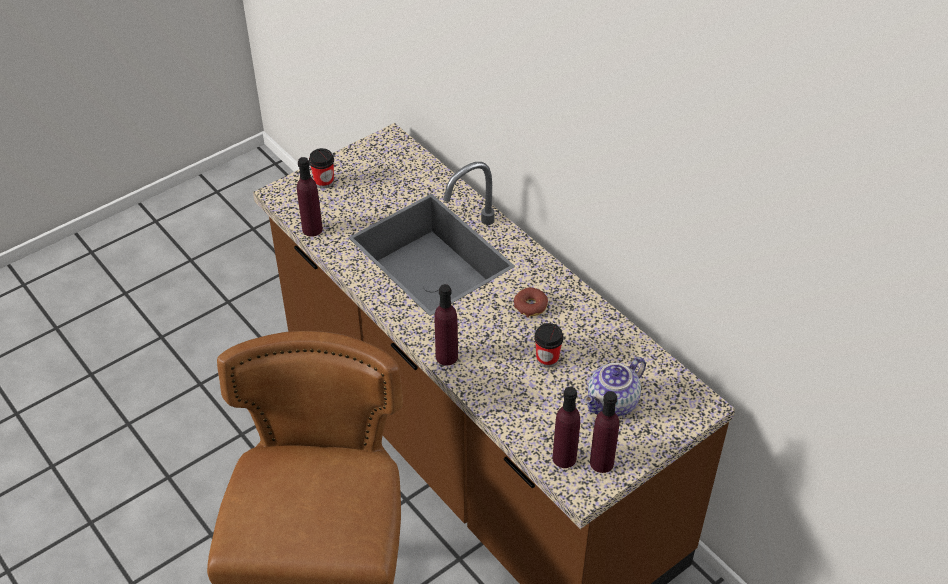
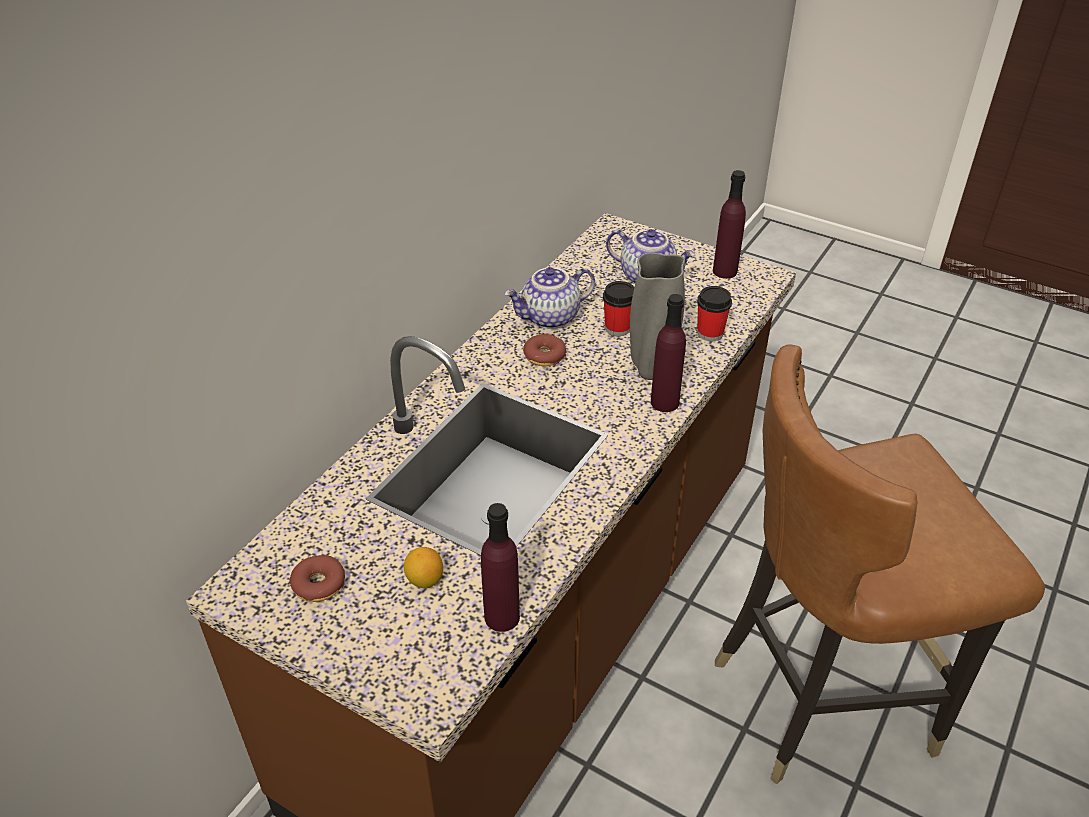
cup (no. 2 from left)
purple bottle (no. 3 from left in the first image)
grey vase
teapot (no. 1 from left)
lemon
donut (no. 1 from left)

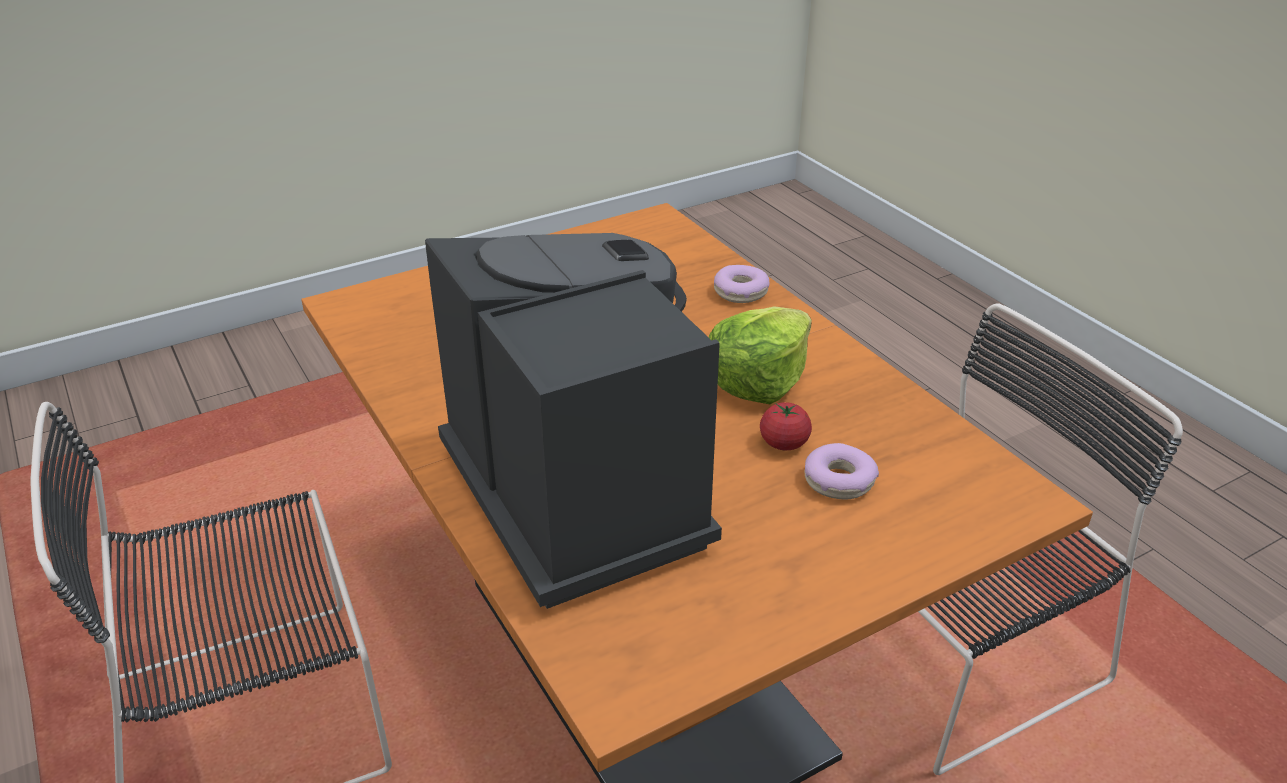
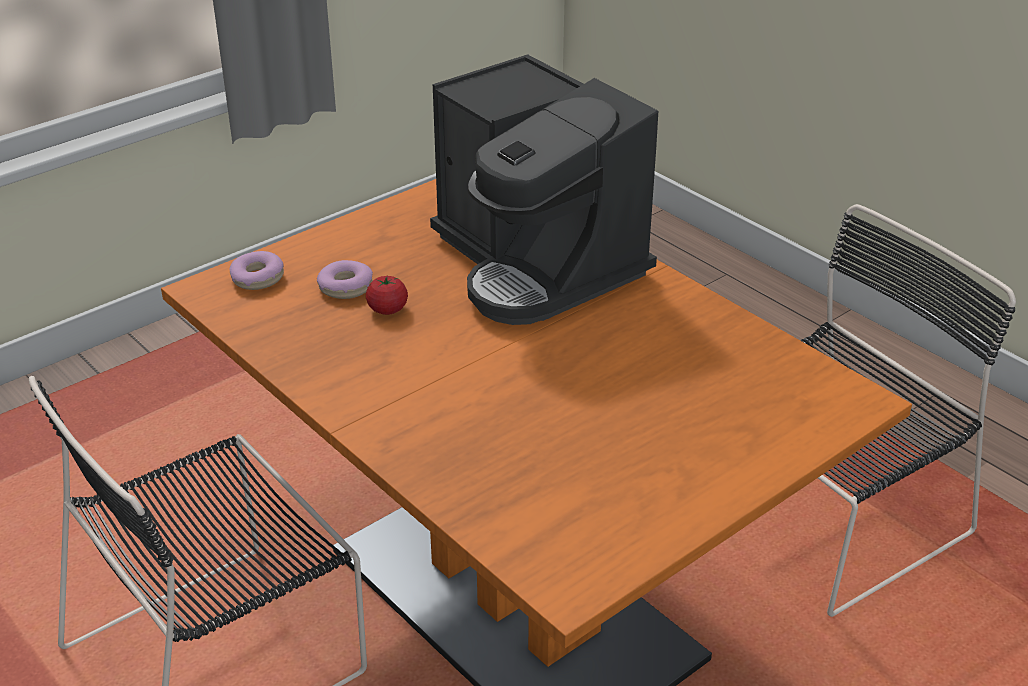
donut (no. 1 from left)
lettuce

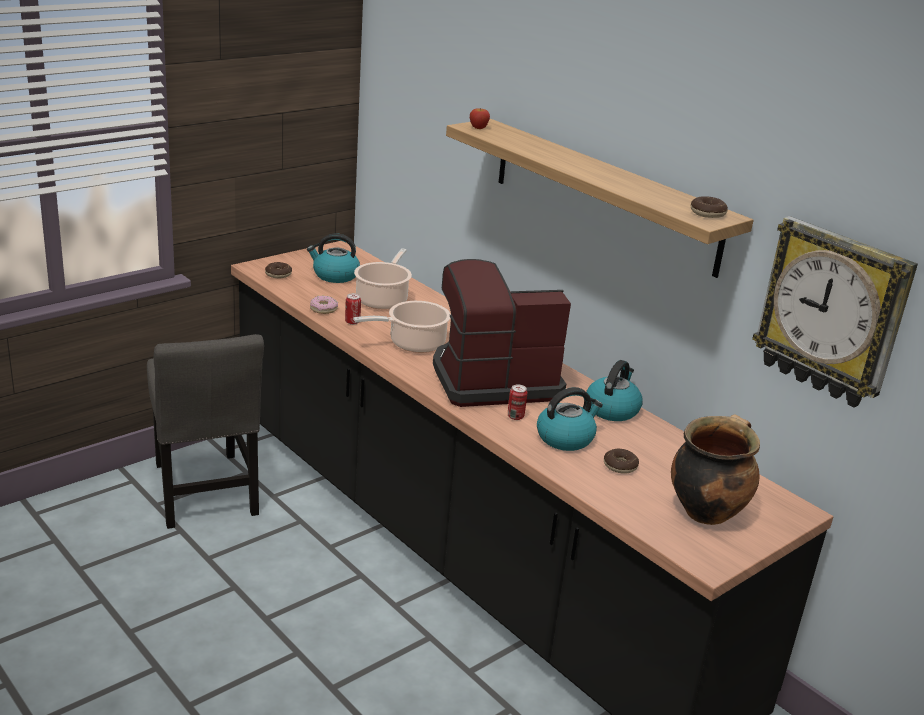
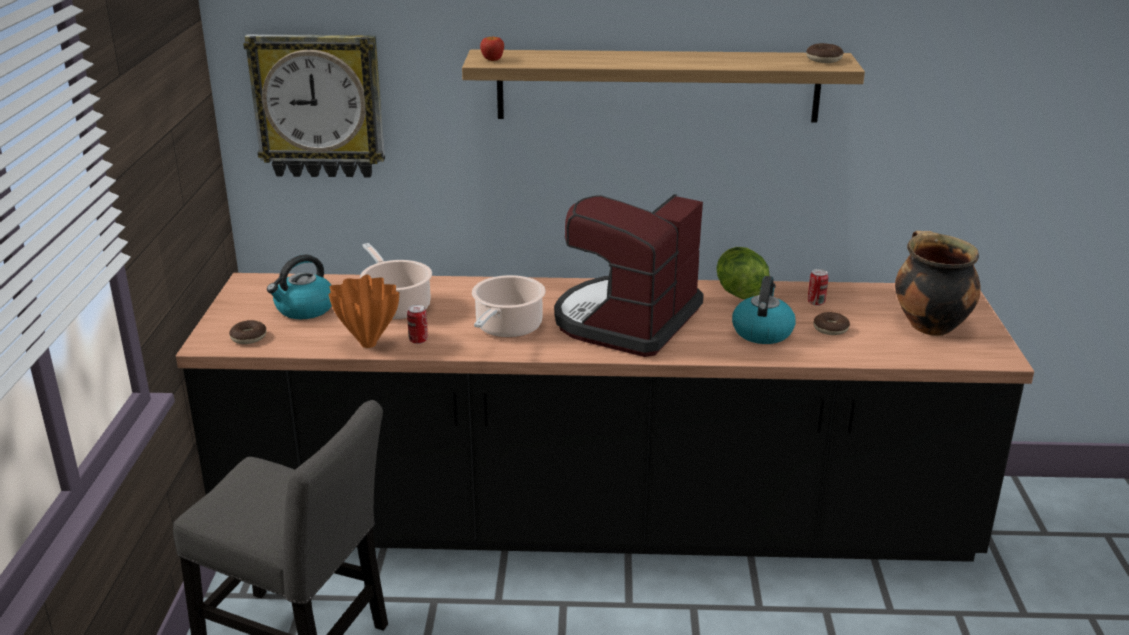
wall clock
orange vase
lettuce
can (no. 2 from left)

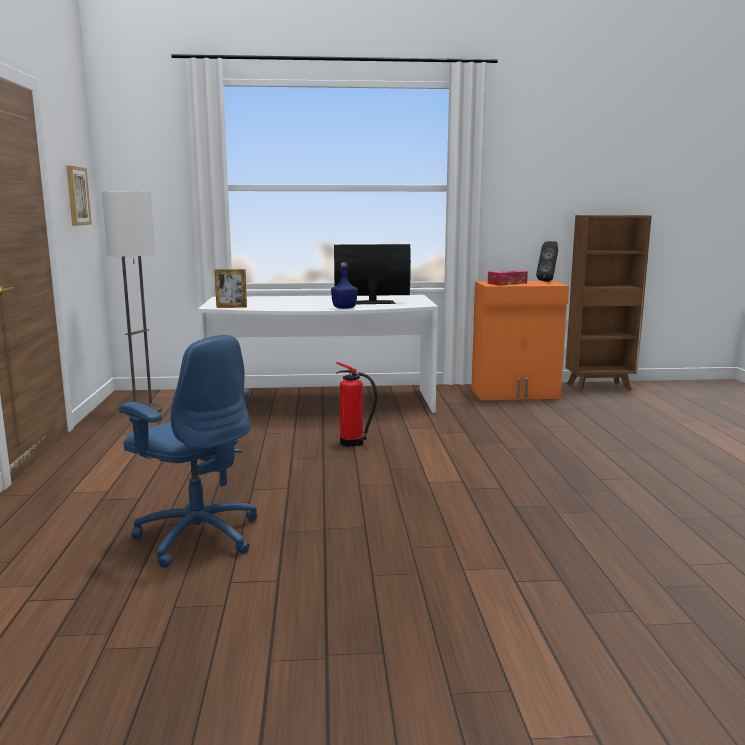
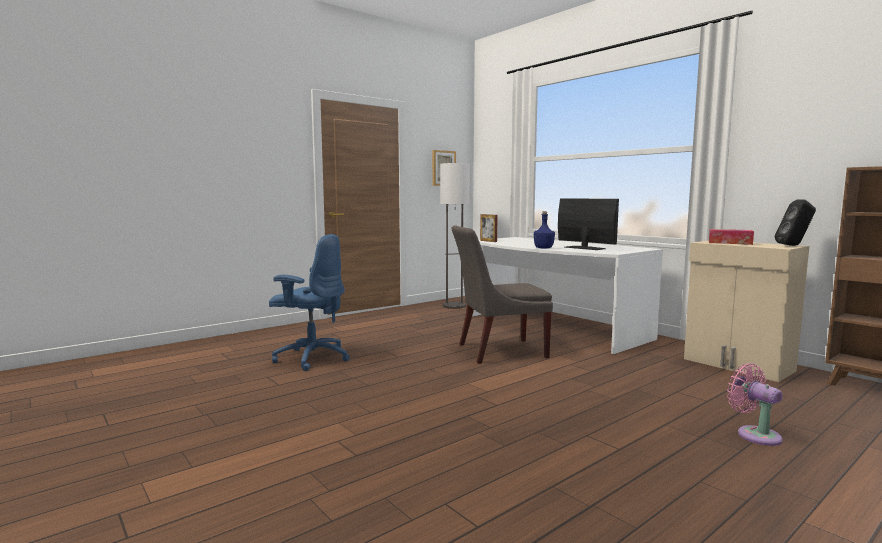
beige cabinet
blue office chair
grey chair
pink fan

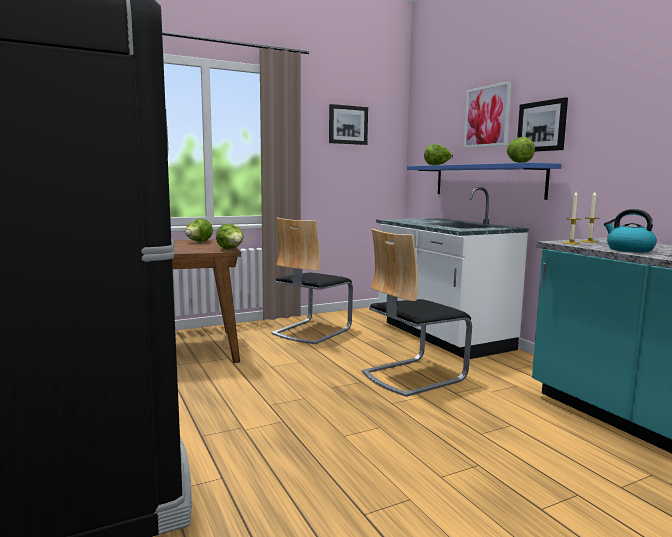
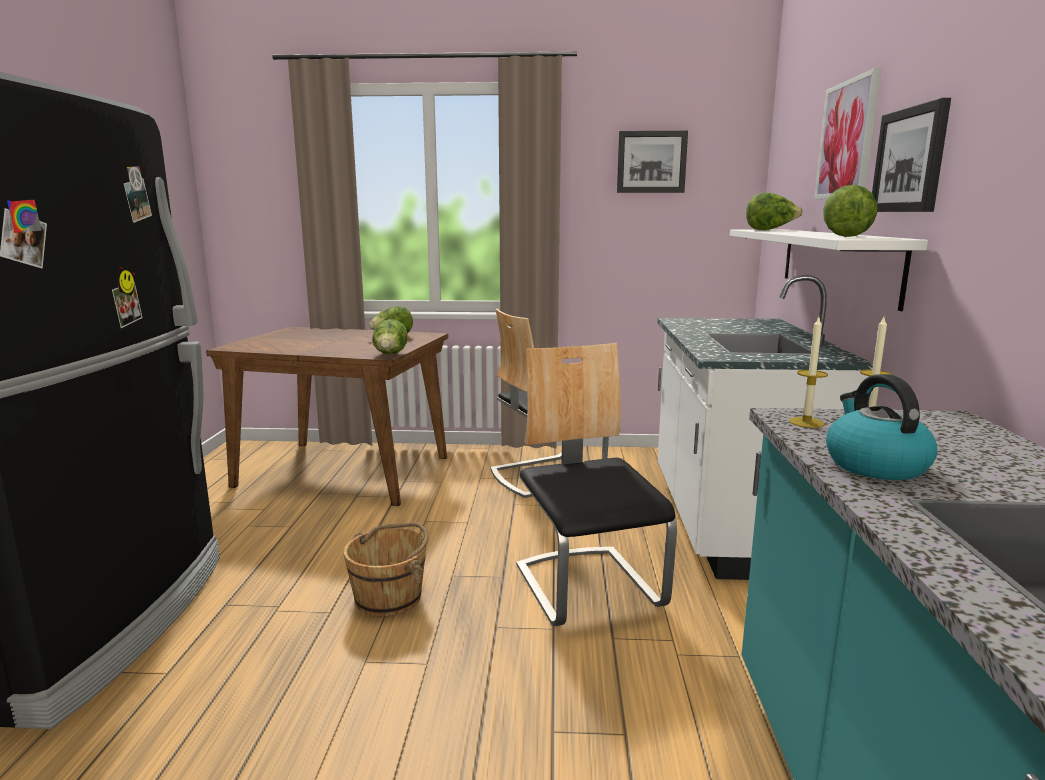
white shelf
chair (no. 2 from left)
brown bucket

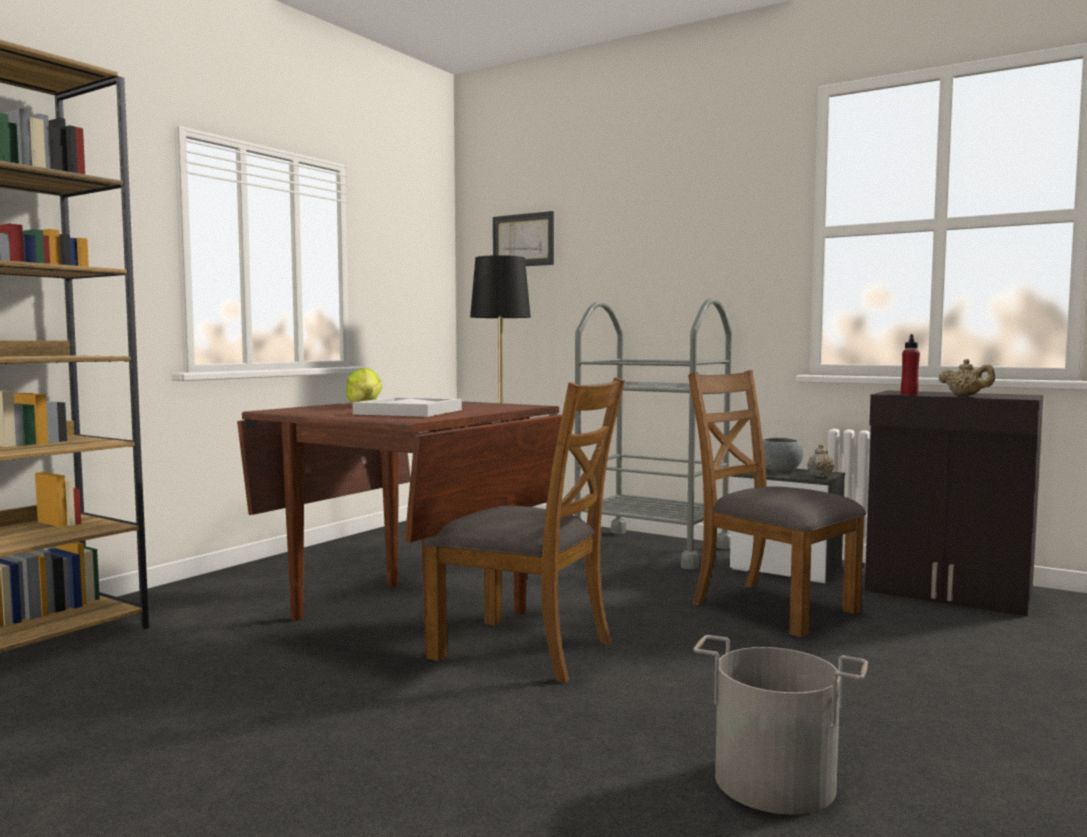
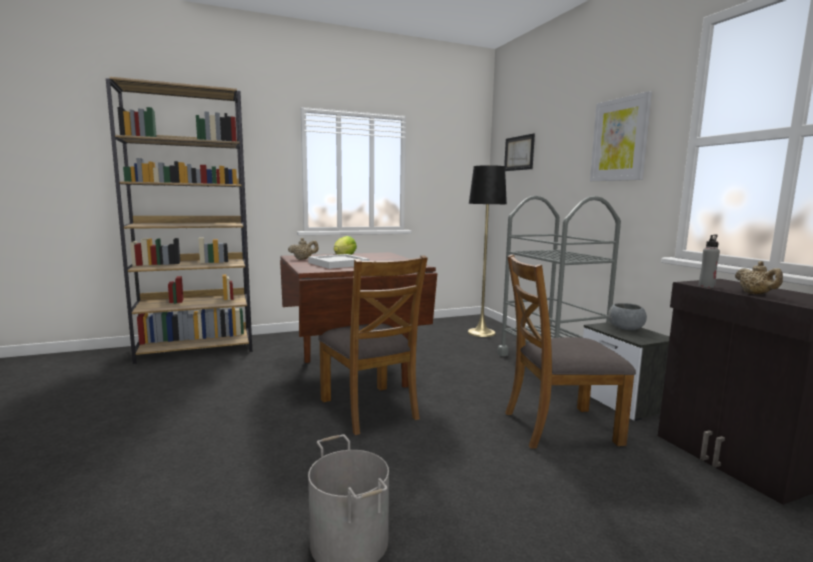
grey bottle
brown chair (no. 2 from left)
beige teapot (no. 1 from left)
picture (no. 2 from left)

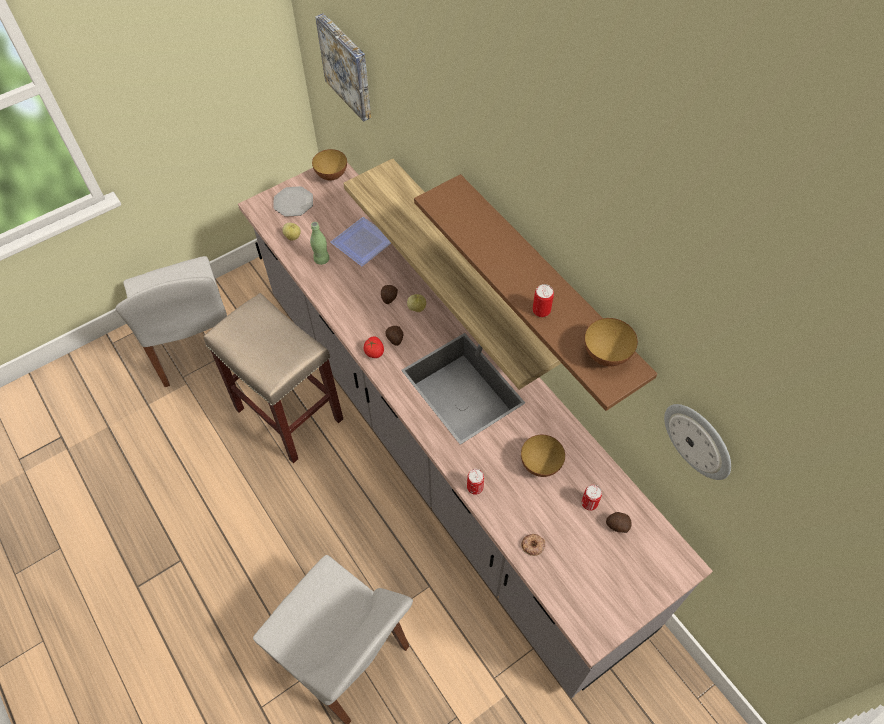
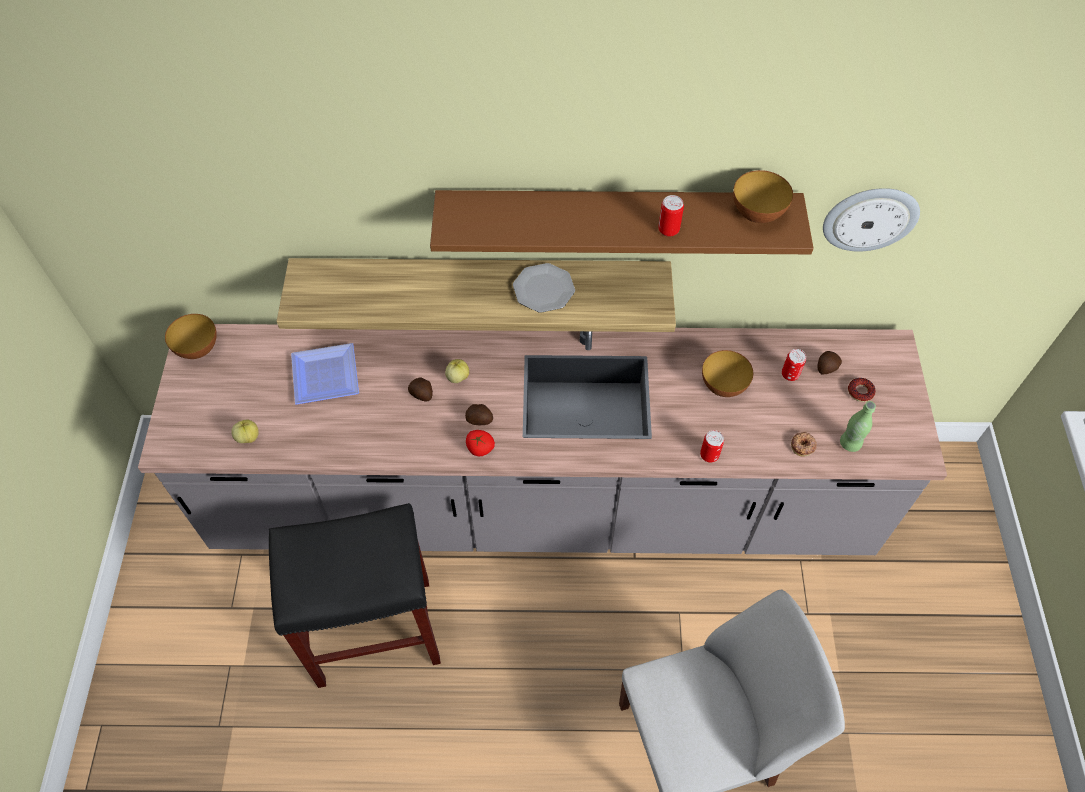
picture
plate (no. 2 from left)
green bottle
white chair (no. 1 from left in the first image)
black stool
donut (no. 2 from left)

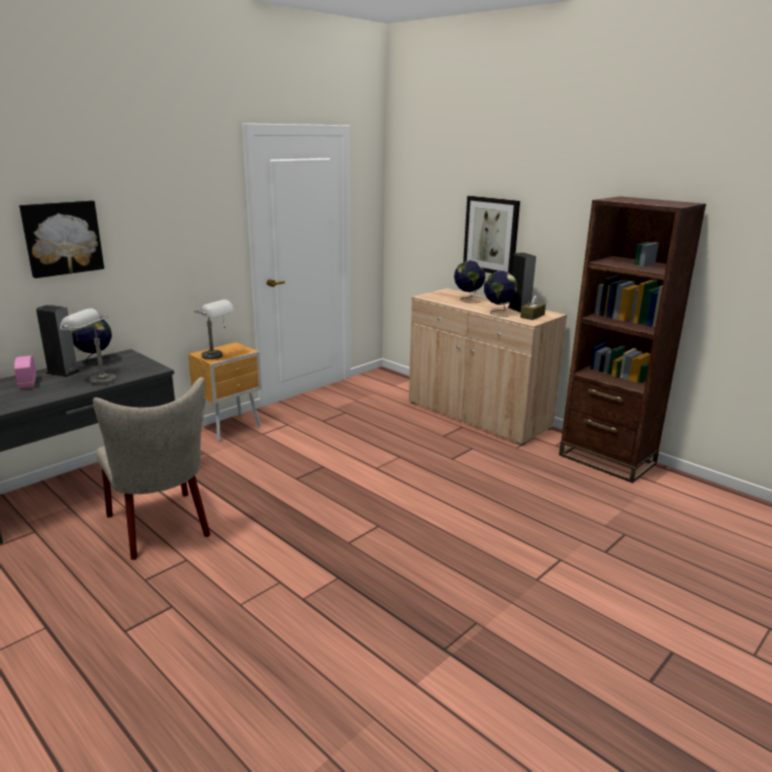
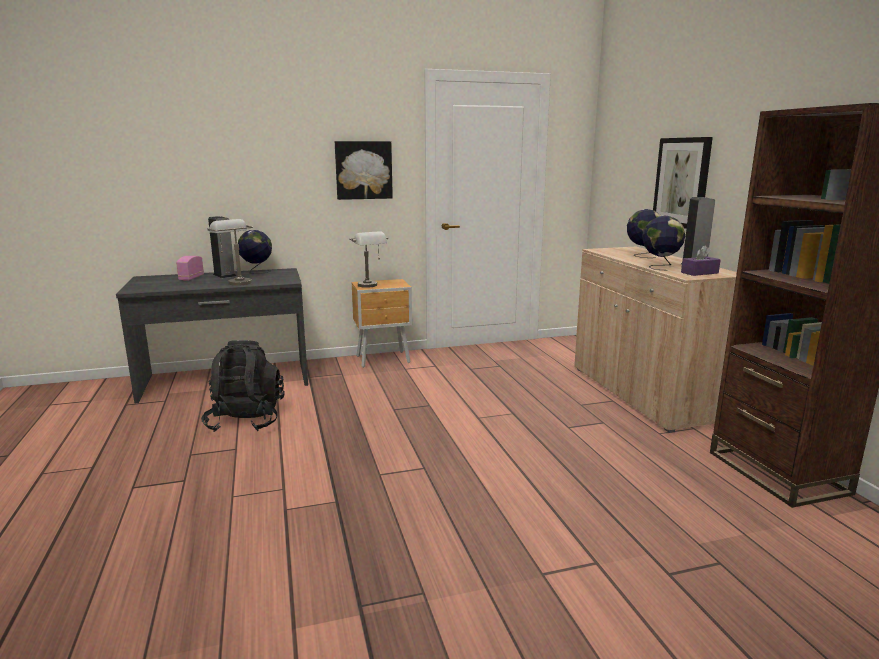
picture (no. 1 from left)
purple tissue box
black backpack

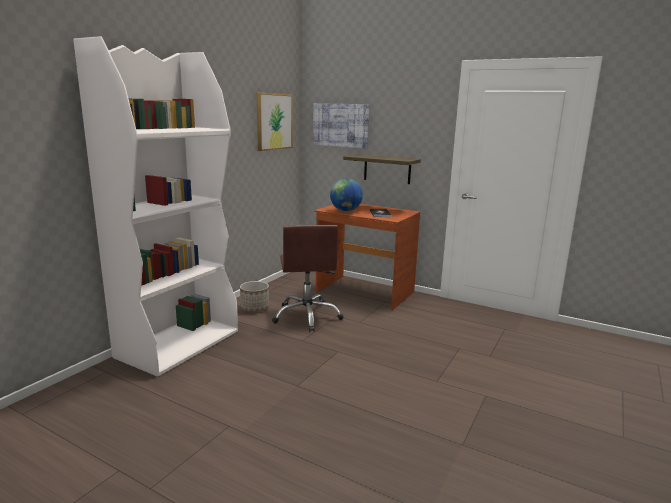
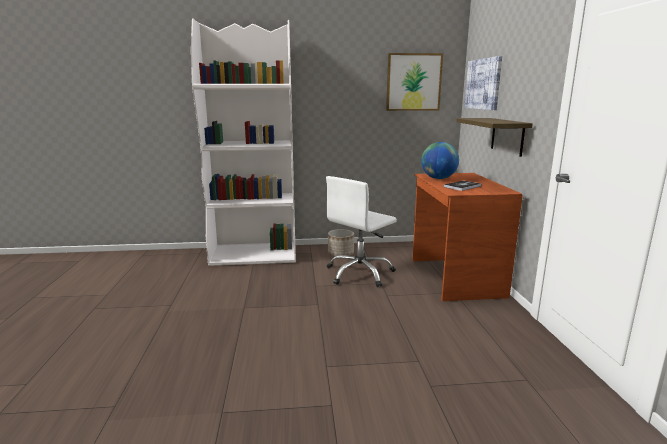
white office chair

